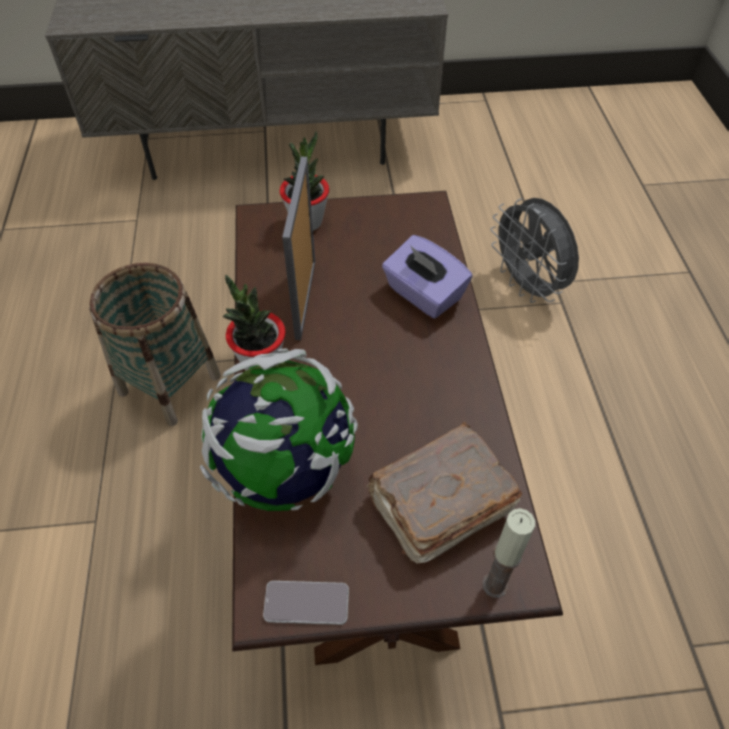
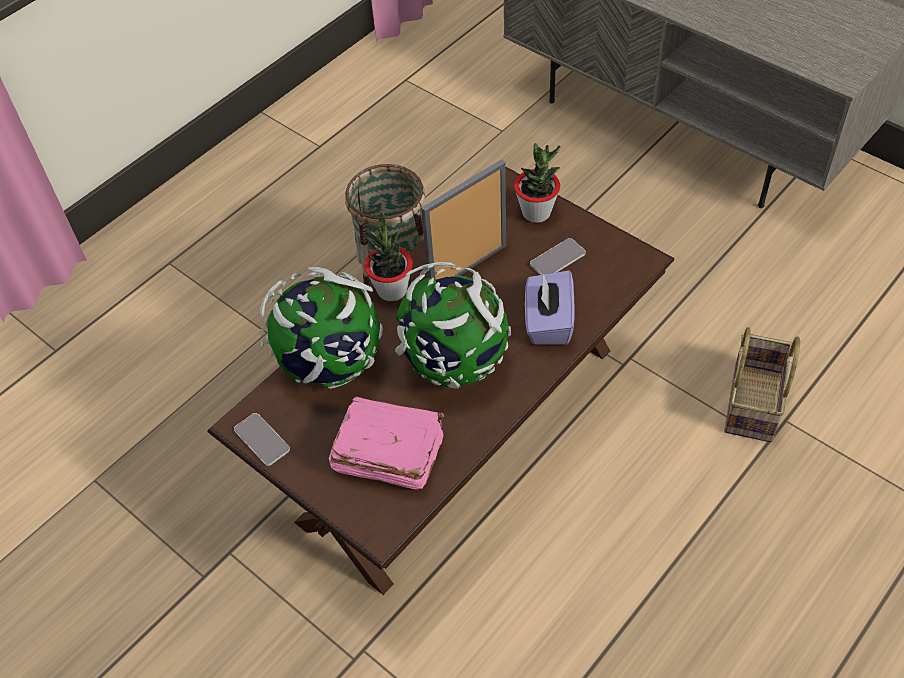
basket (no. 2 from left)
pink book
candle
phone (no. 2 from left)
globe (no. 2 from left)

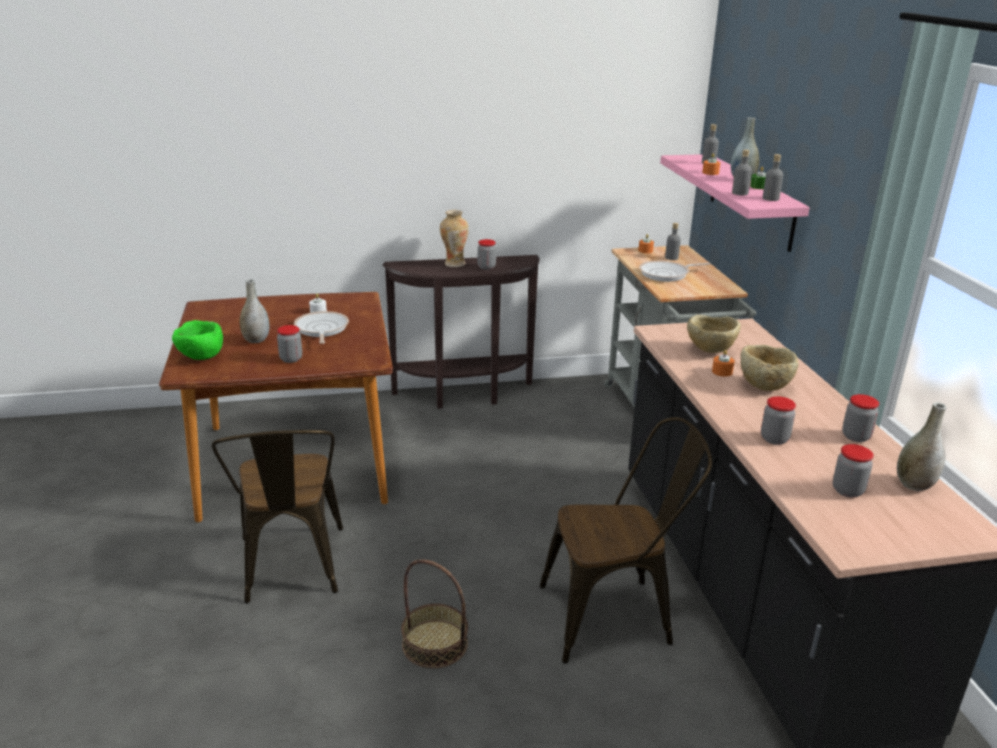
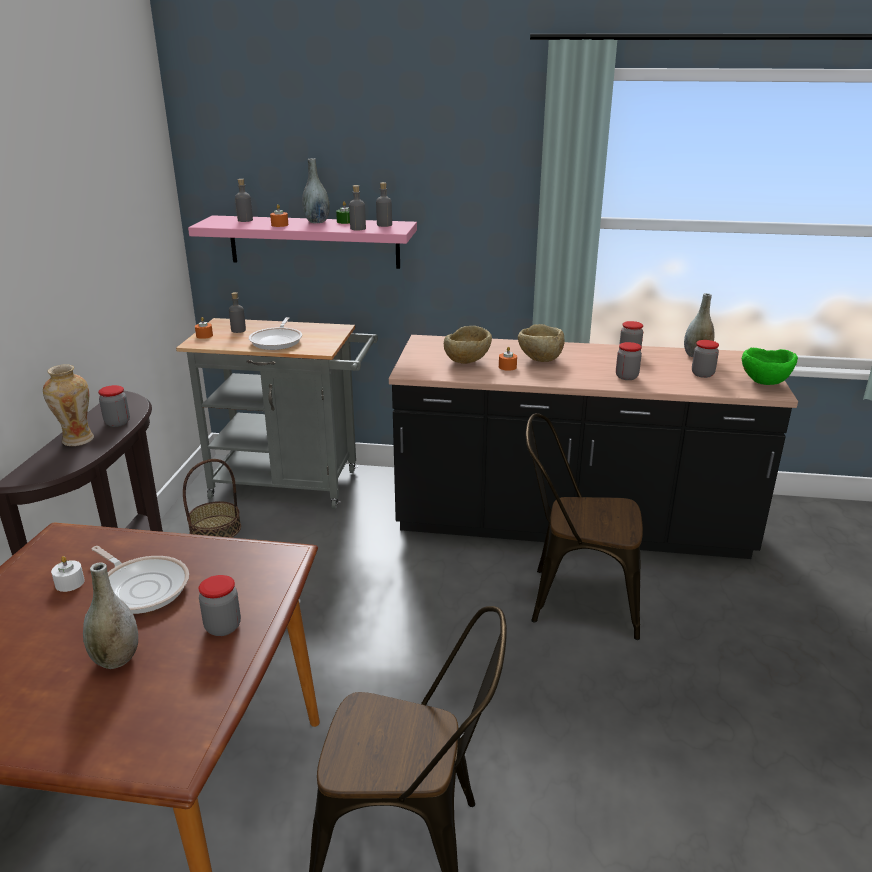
frying pan (no. 1 from left)
green bowl
brown chair (no. 2 from left)
basket

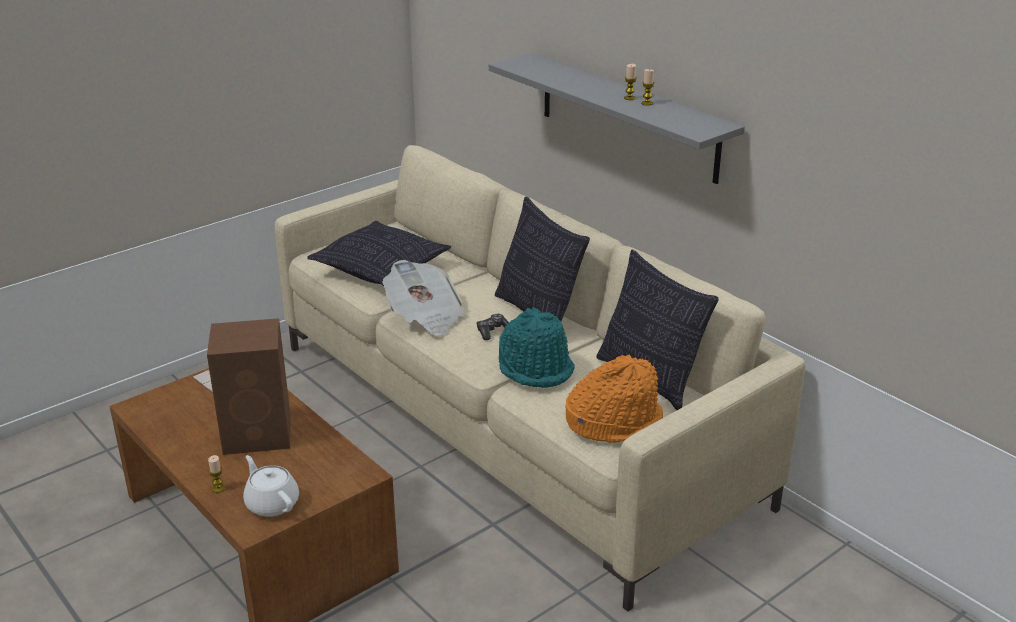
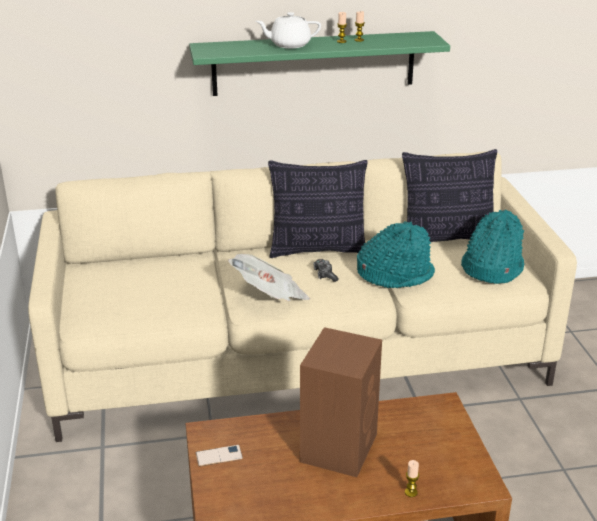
green shelf
pillow (no. 1 from left in the first image)
turquoise hat (no. 2 from left)
white teapot

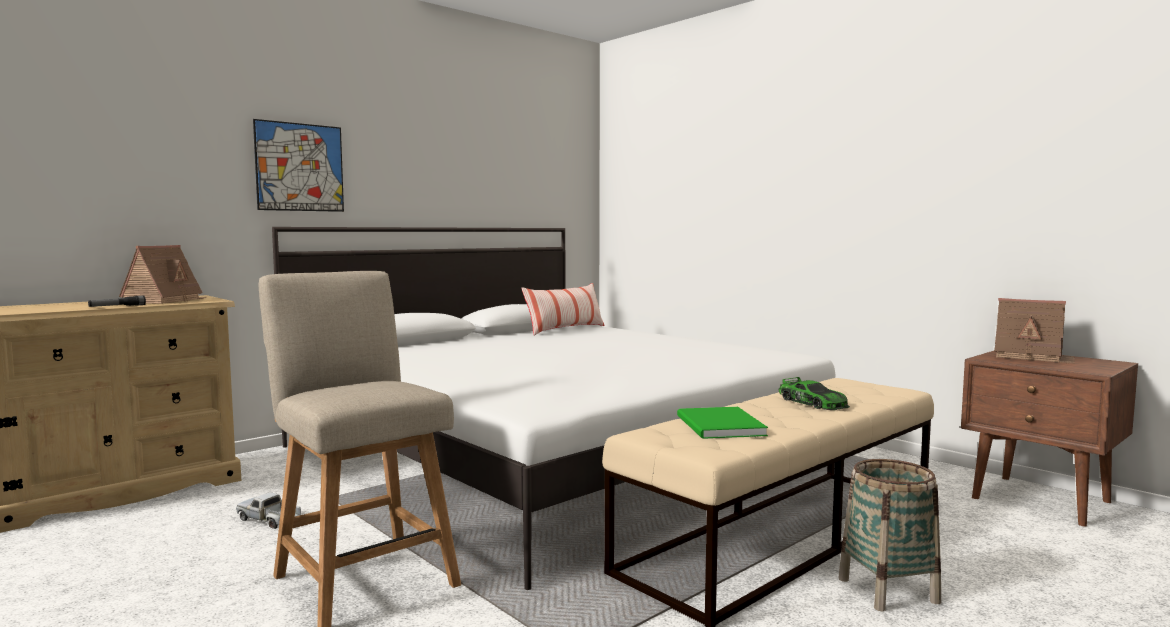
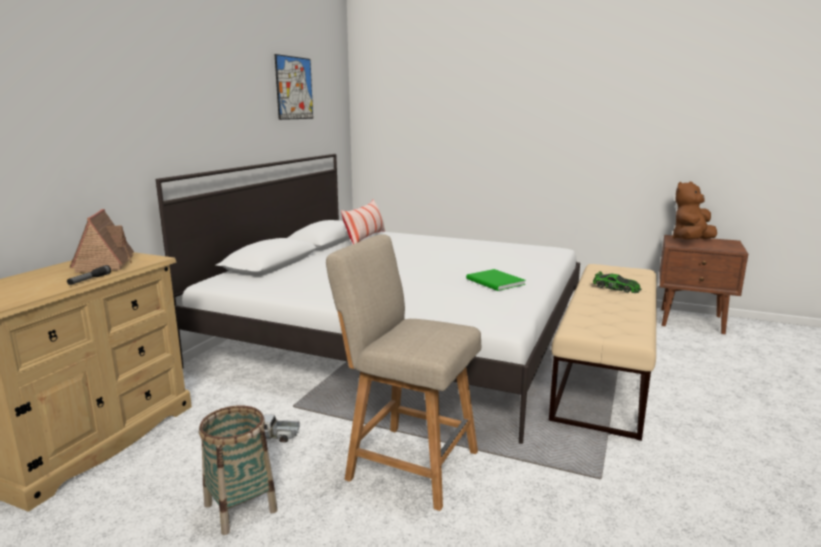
picture
brown plush toy
green book
basket

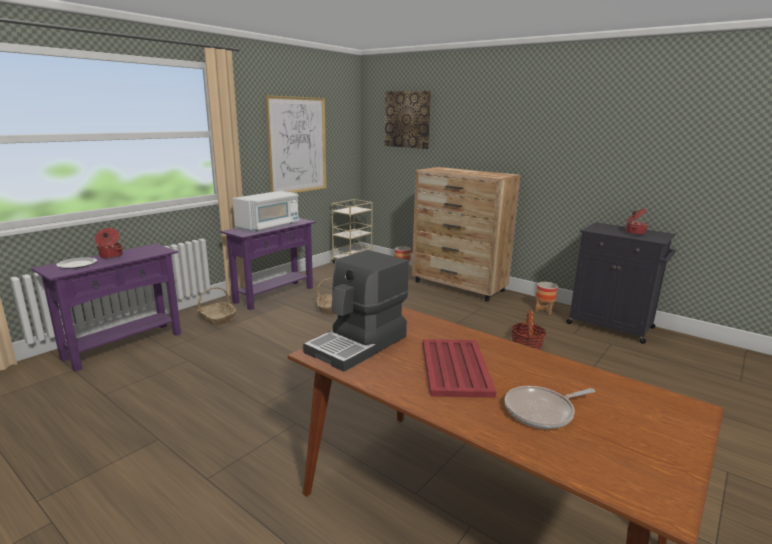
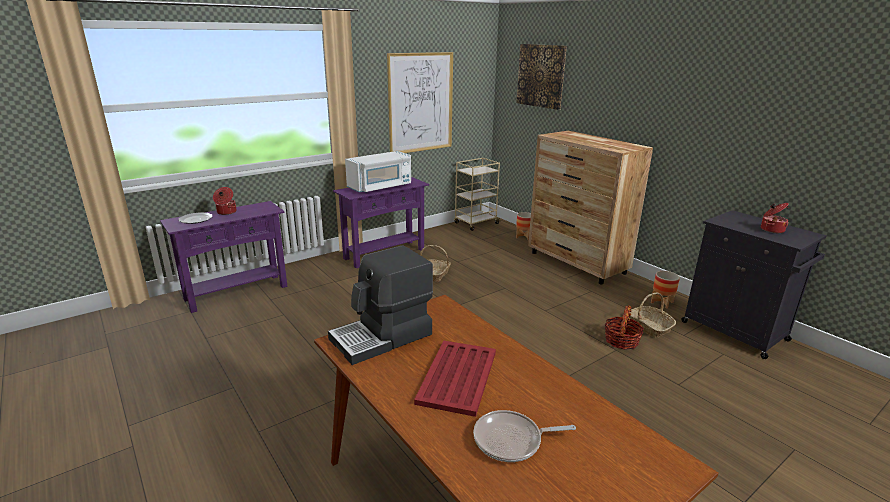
basket (no. 3 from left)

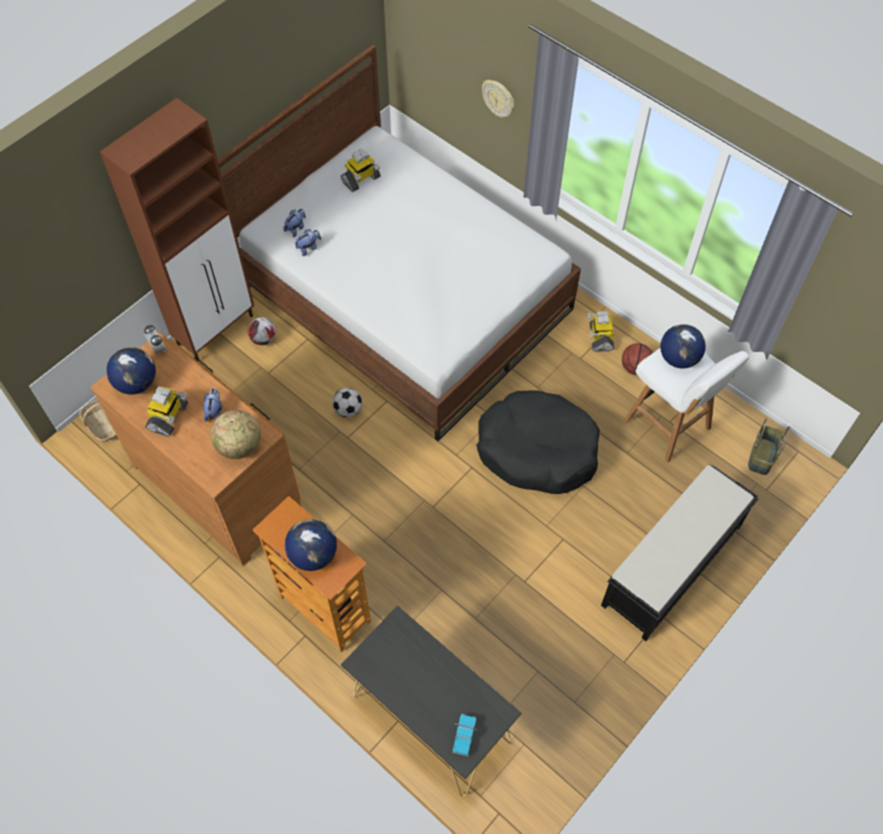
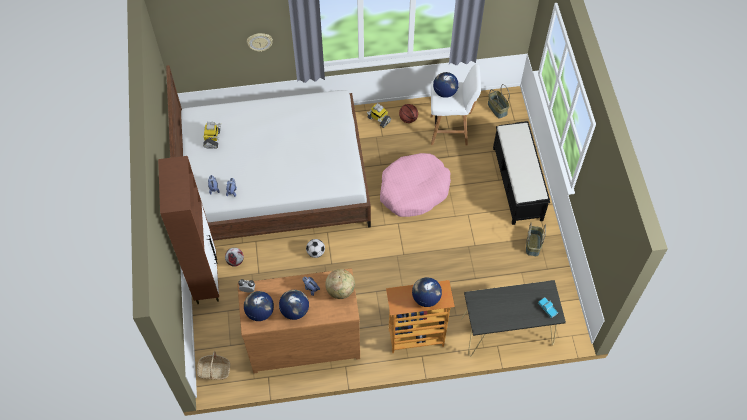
globe (no. 2 from left)
pink dog bed
basket (no. 3 from left)

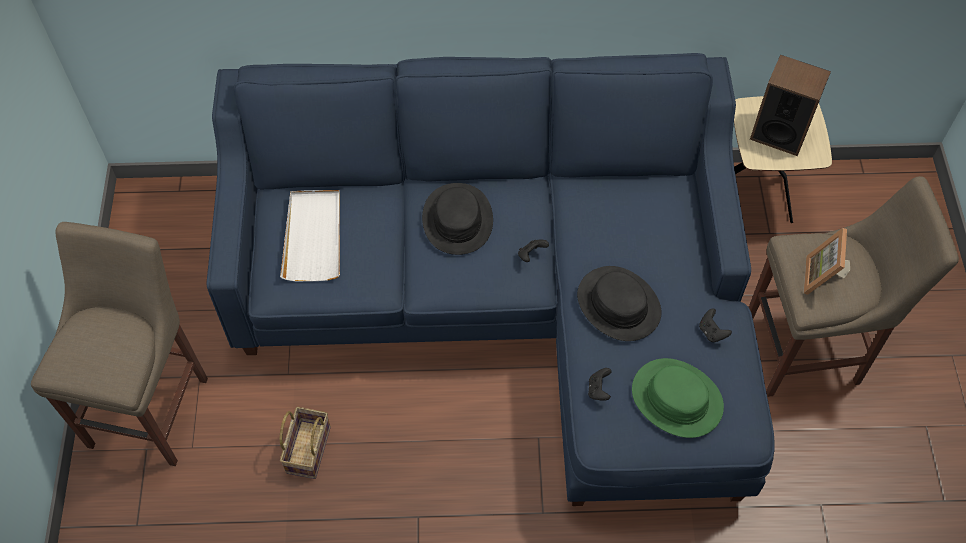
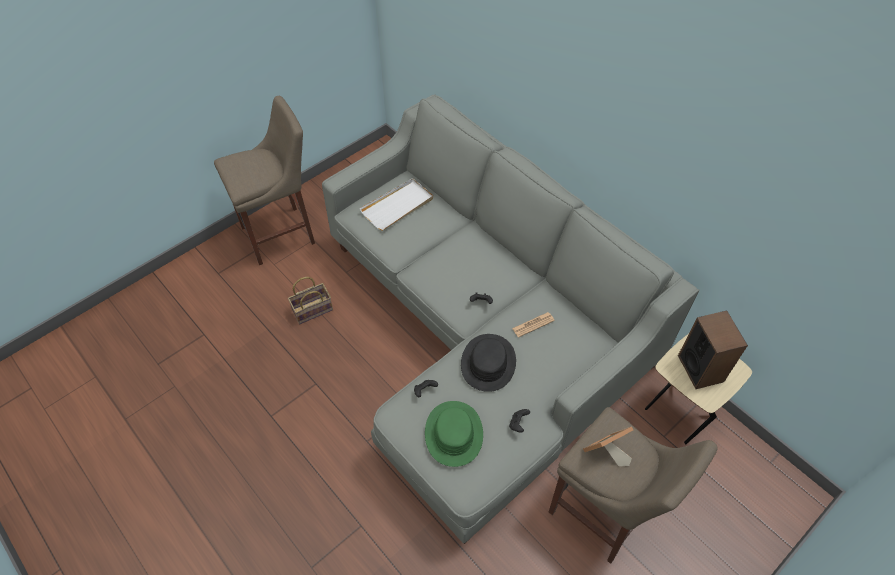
grey sofa
black hat (no. 1 from left in the first image)
newspaper

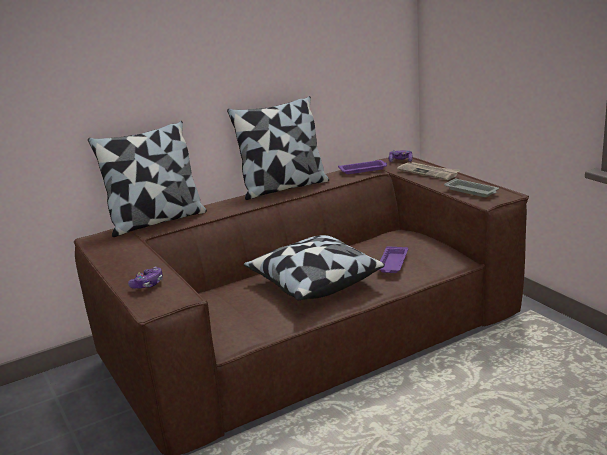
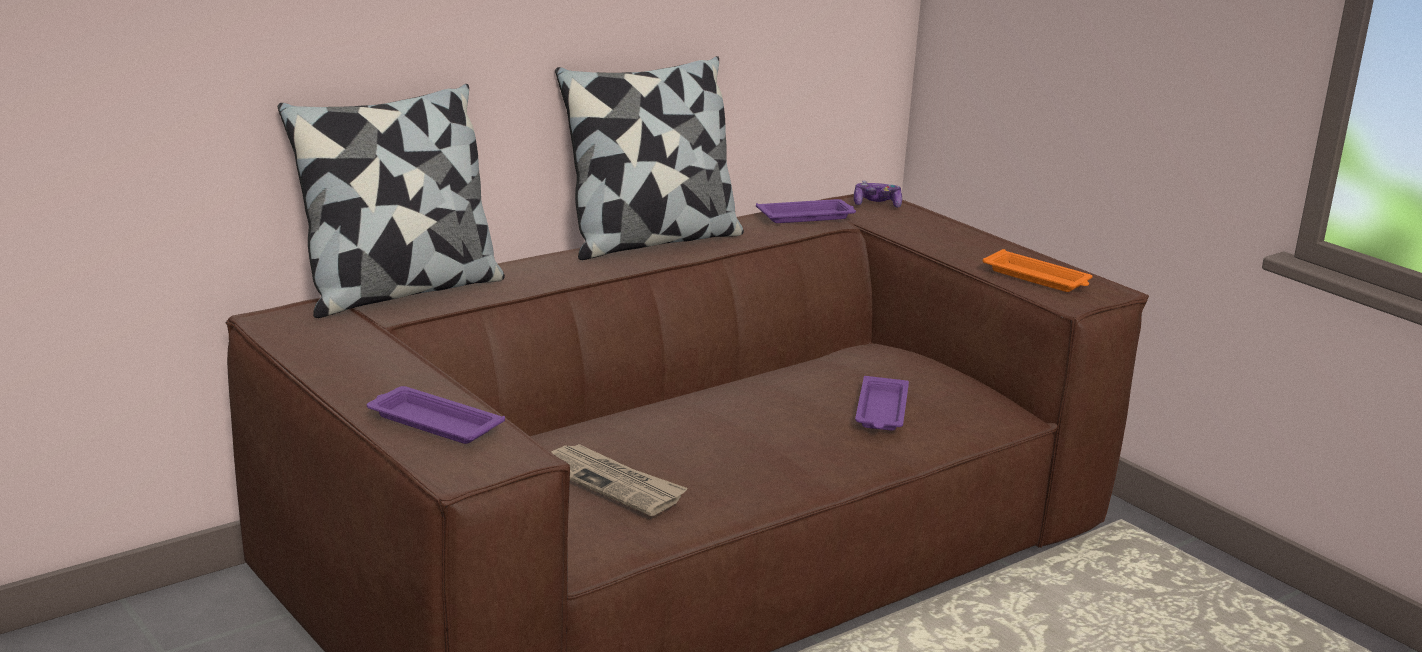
newspaper
orange tray
pillow (no. 3 from left in the first image)
purple tray (no. 1 from left)

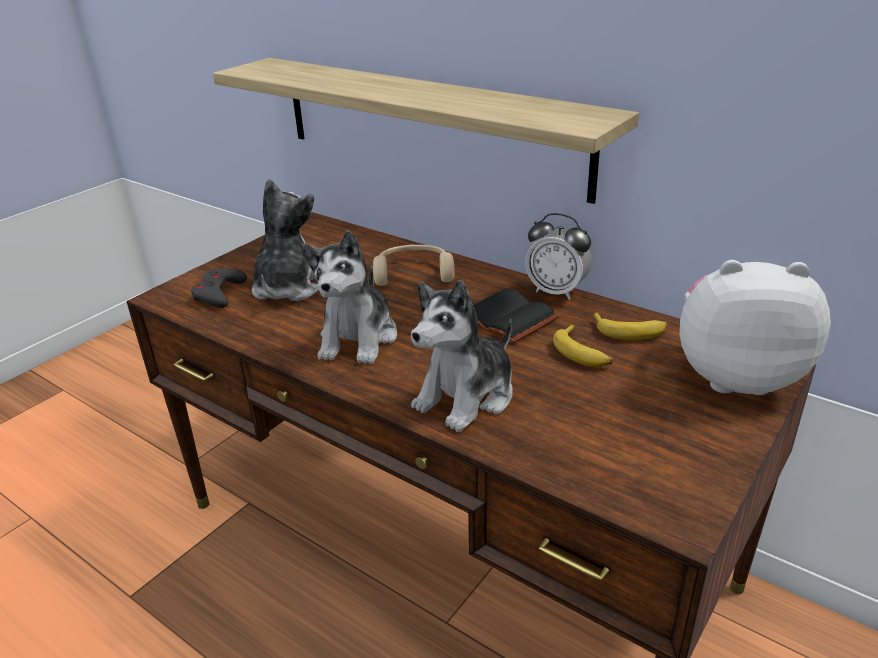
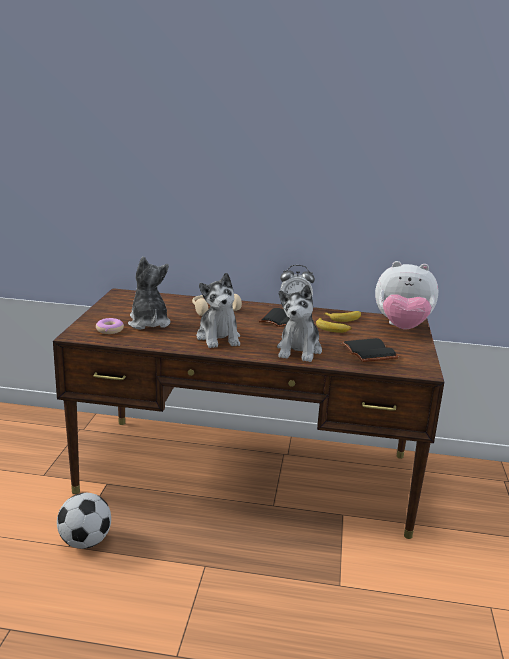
shelf
plush toy (no. 4 from left)
donut
black book (no. 2 from left)
football

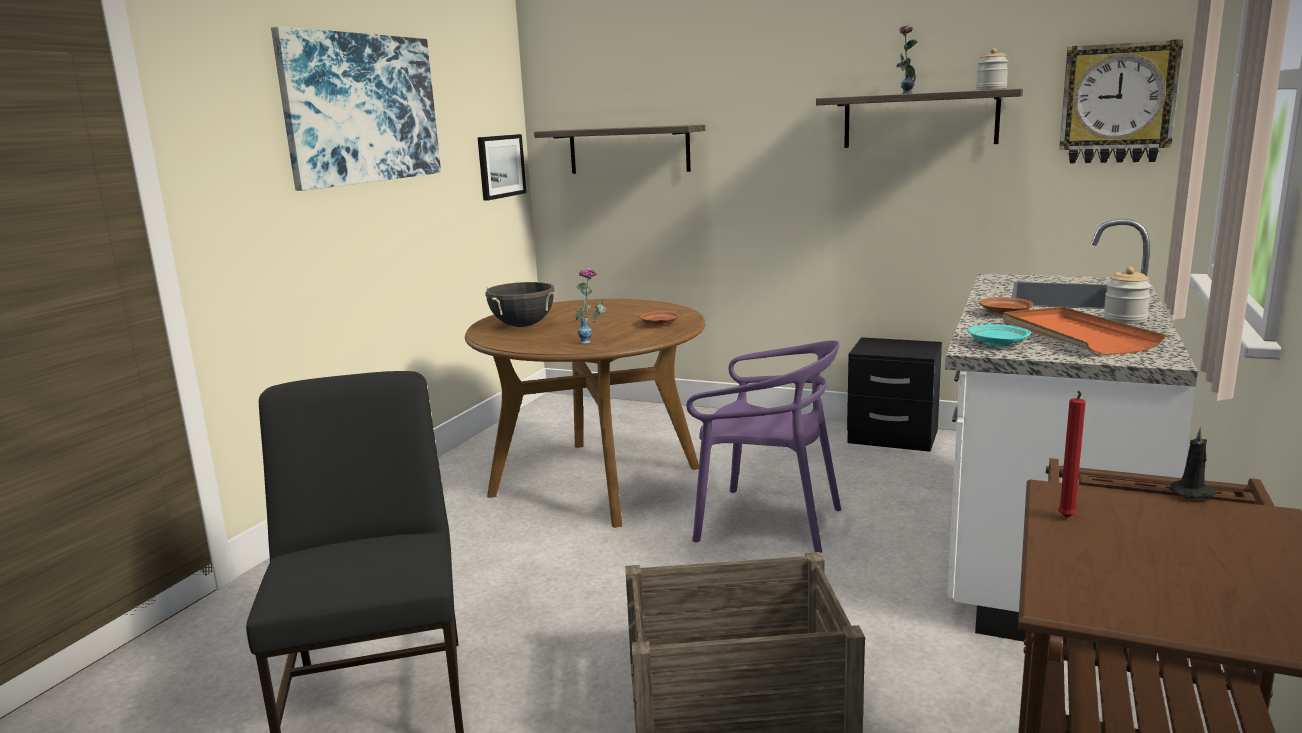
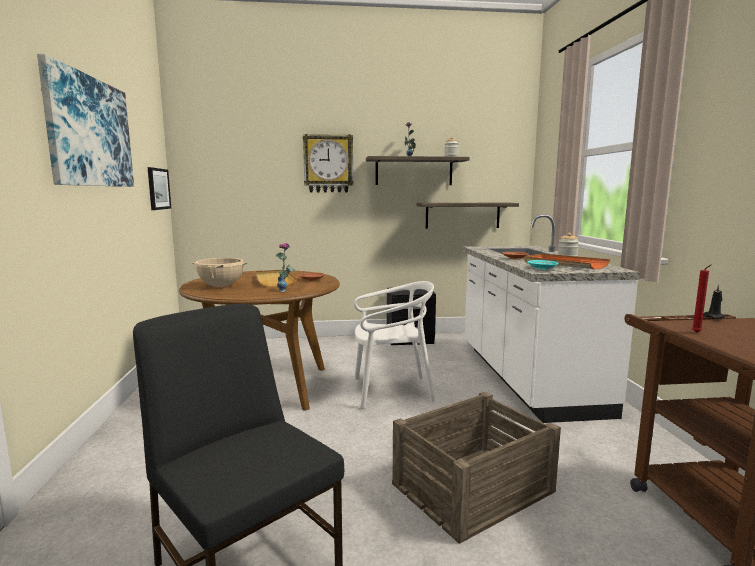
wall clock
shelf (no. 2 from left)
beige cooking pot
white chair
beige tray

